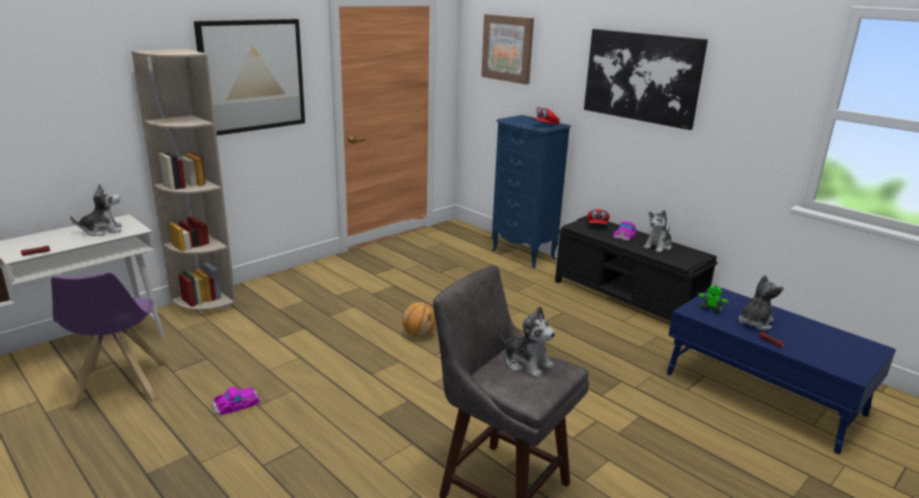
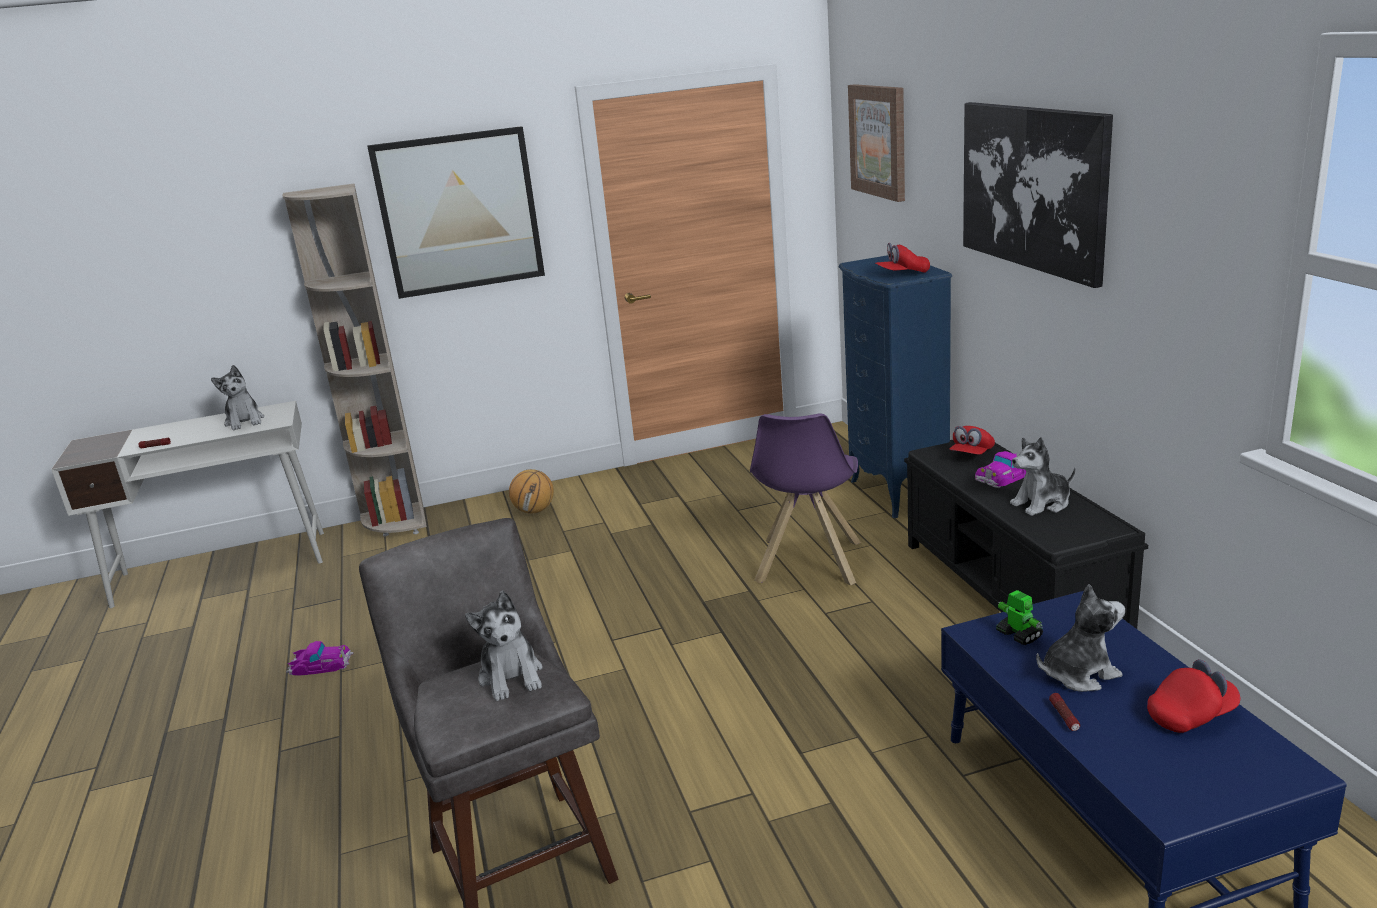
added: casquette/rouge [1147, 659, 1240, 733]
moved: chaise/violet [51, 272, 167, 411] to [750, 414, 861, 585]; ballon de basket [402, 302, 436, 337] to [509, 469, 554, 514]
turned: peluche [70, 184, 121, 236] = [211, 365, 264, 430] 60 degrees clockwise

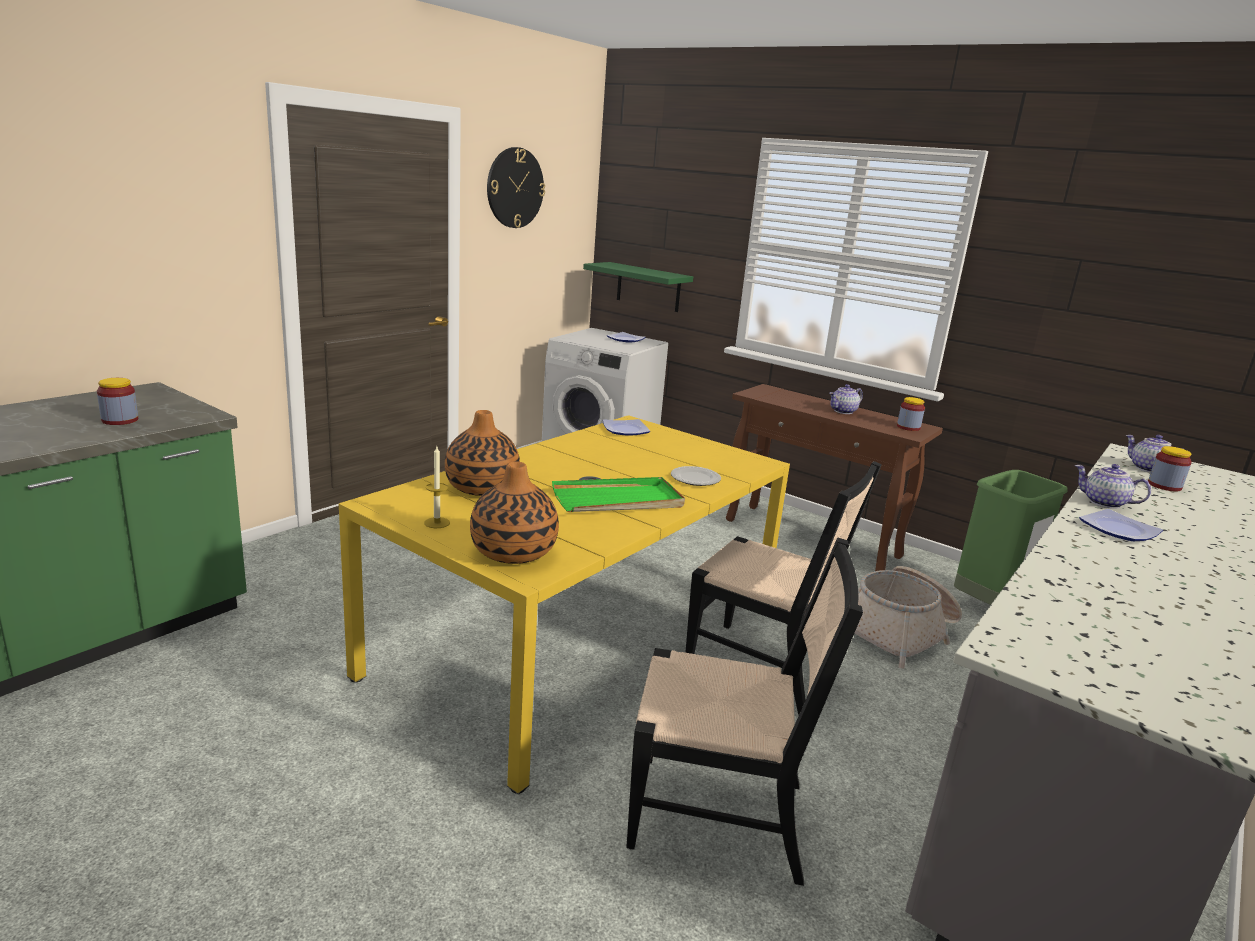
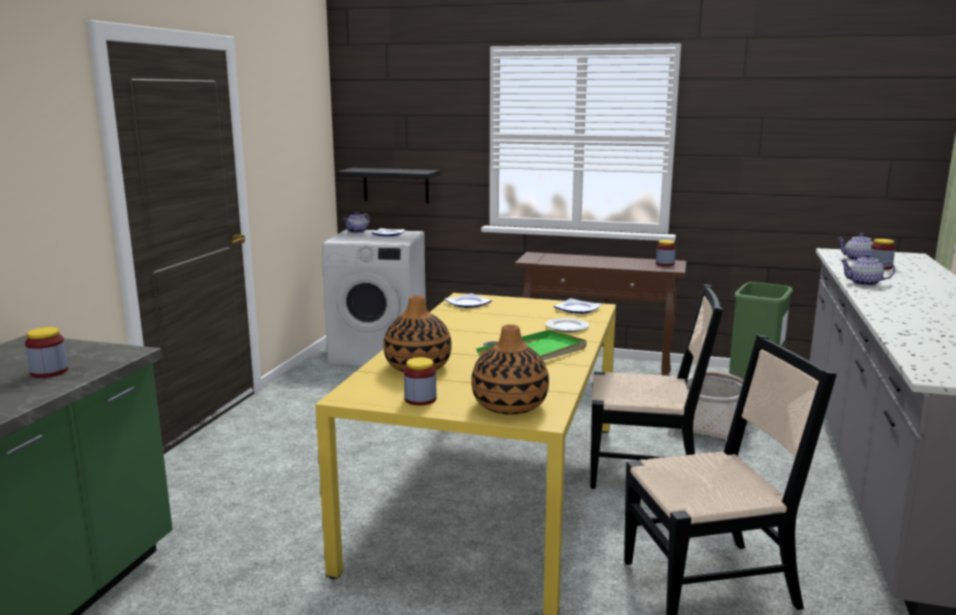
removed: horloge murale [487, 147, 545, 228]
moved: théière [829, 384, 863, 414] to [344, 211, 369, 233]; assiette [1079, 509, 1163, 541] to [554, 298, 602, 314]
replaced: bougie [424, 447, 450, 528] to bocal [404, 357, 436, 406]
recoloured: étagère/vert [583, 262, 693, 312] to étagère/noir [336, 168, 440, 204]

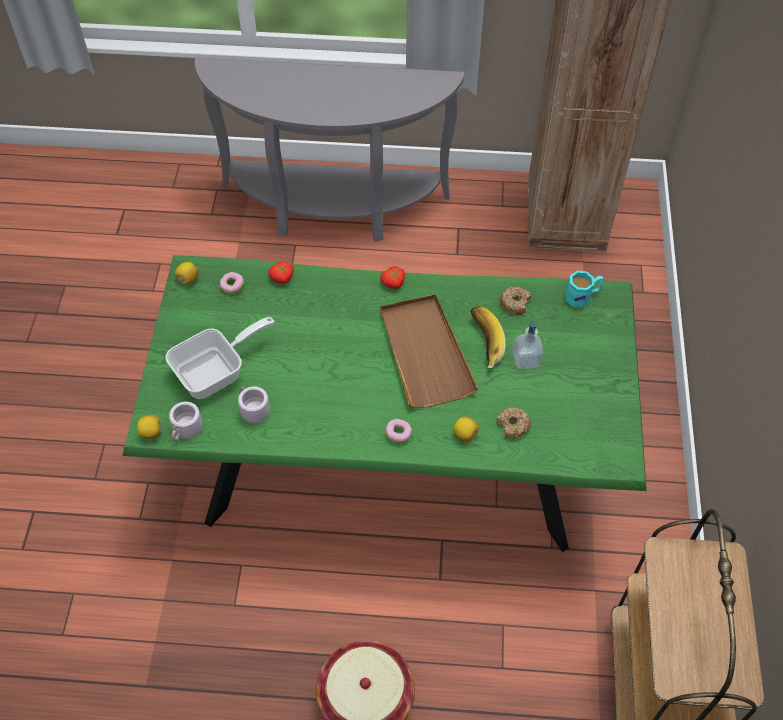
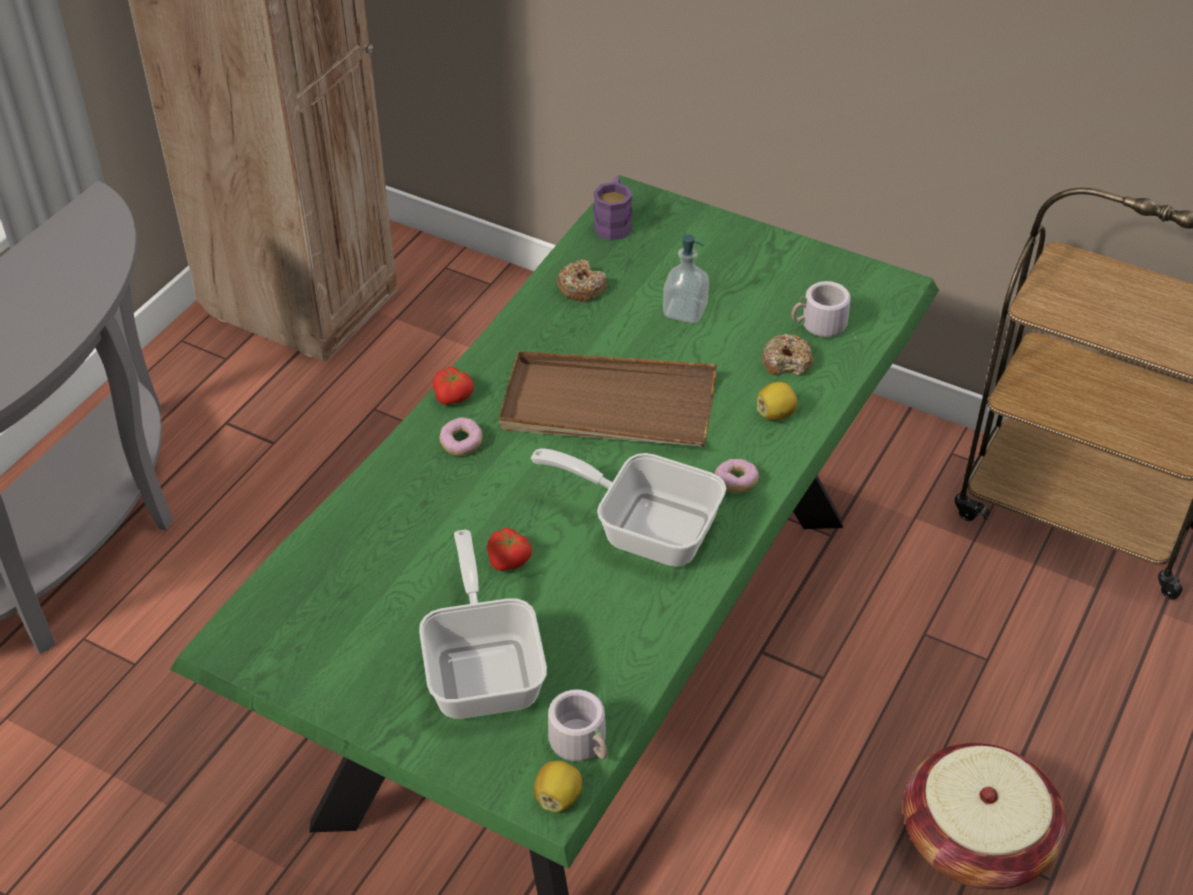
removed: citron [175, 262, 199, 285]; banane [471, 306, 506, 368]
added: poêle [531, 448, 726, 567]
moved: beignet [220, 272, 244, 294] to [439, 417, 483, 456]; mug/gris [238, 385, 270, 431] to [792, 281, 857, 340]; tomate [268, 261, 294, 284] to [487, 528, 532, 571]
recoloured: mug/turquoise [566, 271, 604, 308] to mug/violet [593, 177, 633, 241]

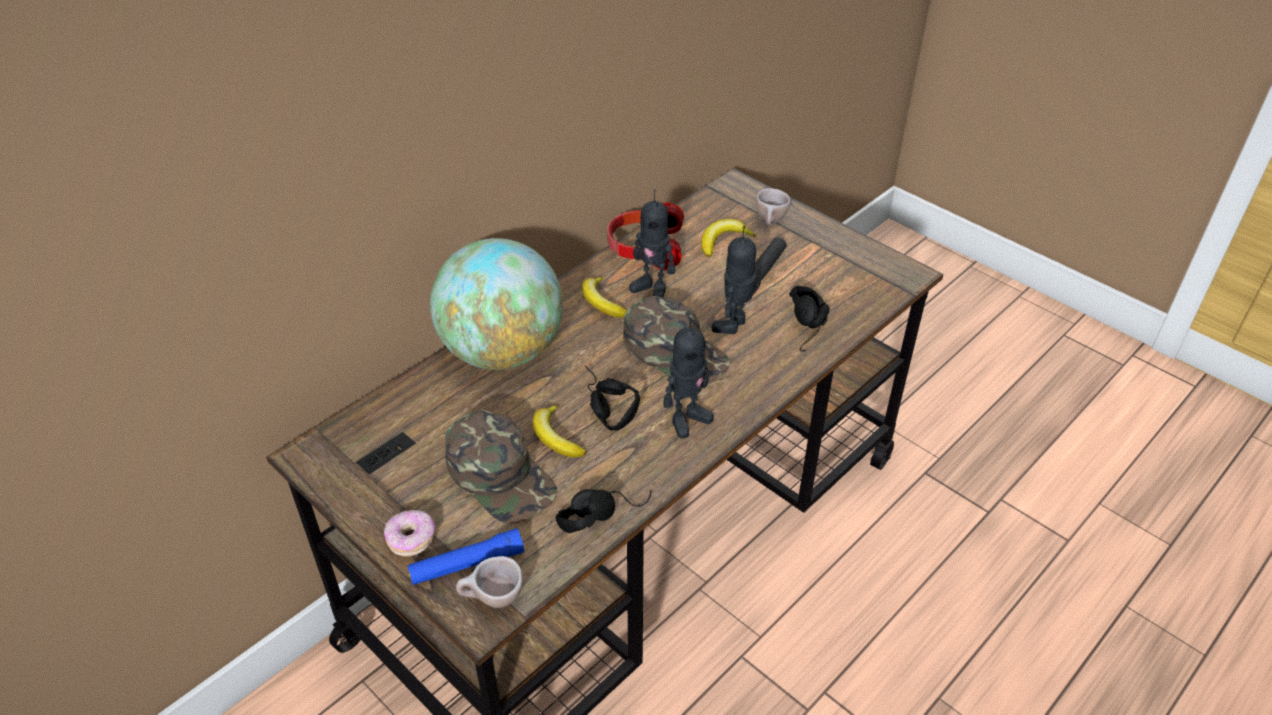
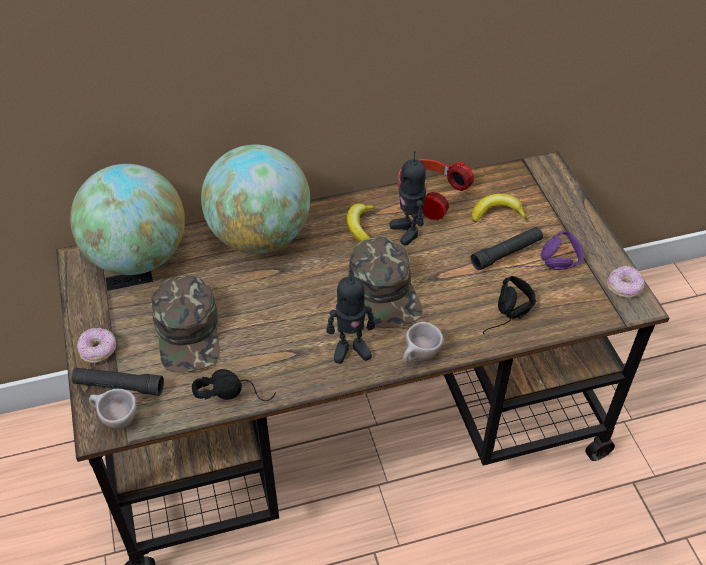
removed: banane [533, 405, 586, 457]; casque audio/noir [585, 366, 640, 431]; robot jouet [712, 226, 756, 334]
added: globe [70, 164, 185, 275]; casque audio/violet [513, 231, 584, 270]; beignet [607, 266, 645, 298]
moved: tasse/beige [756, 188, 791, 225] to [403, 322, 443, 363]
recoloured: lampe de poche/bleu [407, 528, 524, 585] to lampe de poche/noir [72, 368, 164, 396]

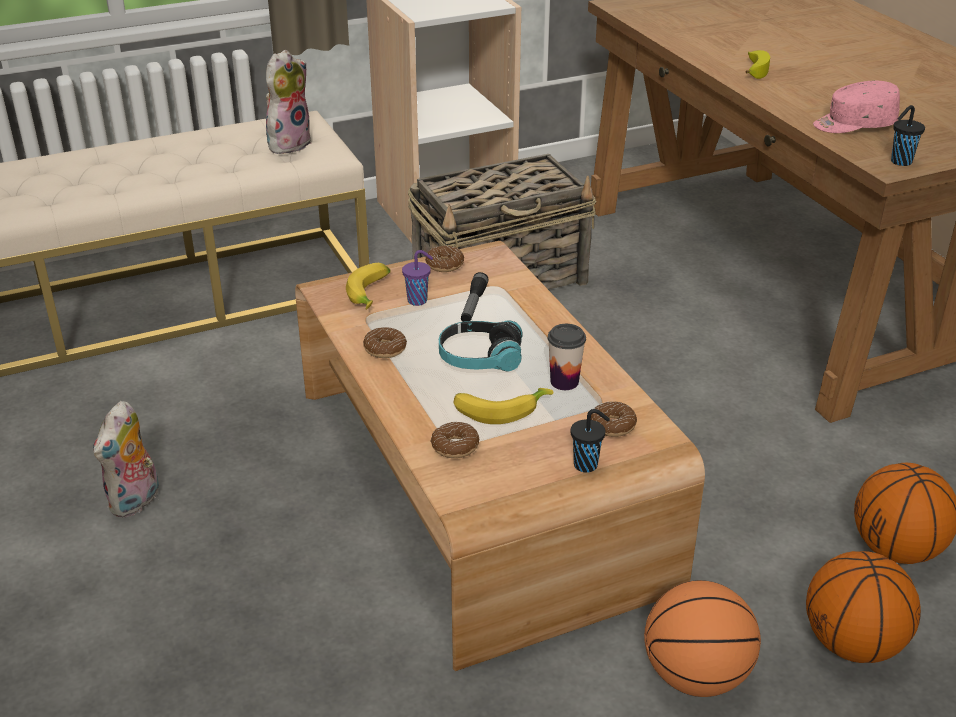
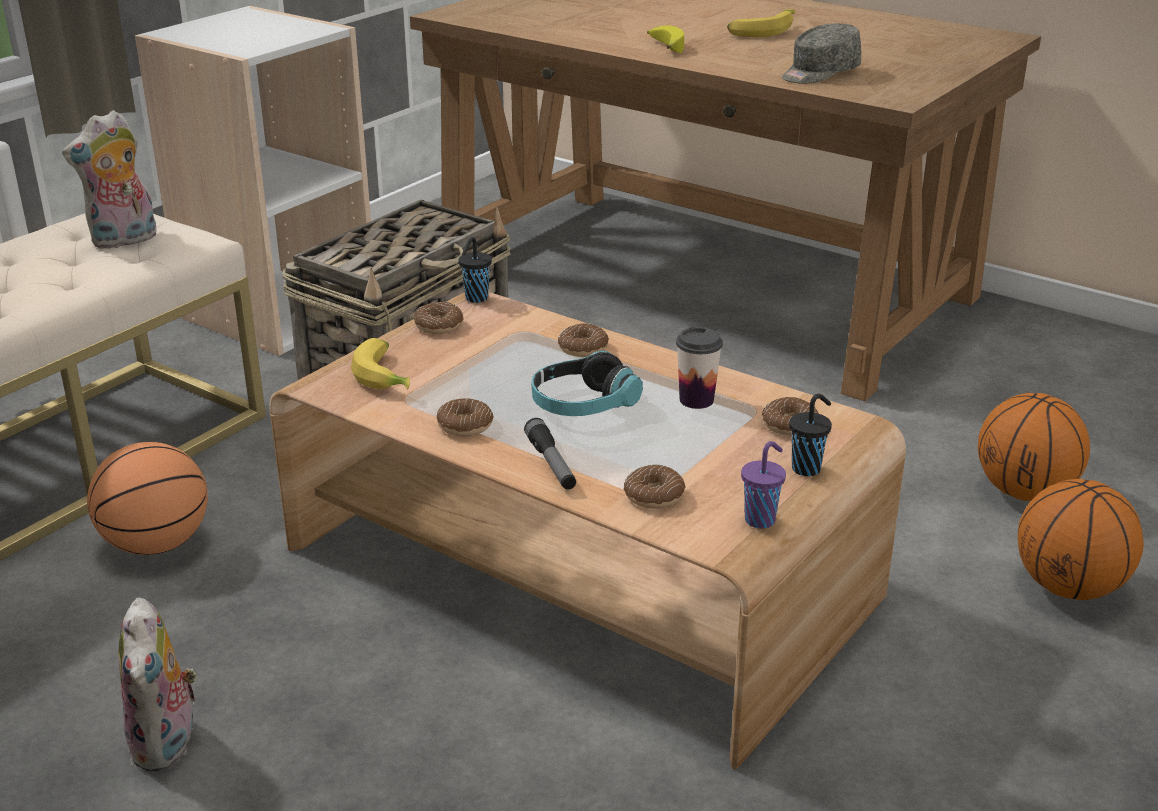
added: beignet [558, 323, 609, 357]
moved: tasse/violet [402, 250, 433, 306] to [741, 441, 786, 529]; banane [454, 388, 553, 424] to [727, 9, 795, 37]; lampe de poche [461, 272, 489, 322] to [524, 418, 576, 490]; ballon de basket [644, 580, 761, 697] to [87, 442, 208, 555]; tasse/noir [891, 105, 925, 166] to [459, 237, 492, 303]
recoloured: casquette/rose [813, 80, 900, 133] to casquette/gris [782, 23, 861, 84]
turned: peluche [266, 50, 312, 154] = [62, 110, 157, 250] 135 degrees counterclockwise

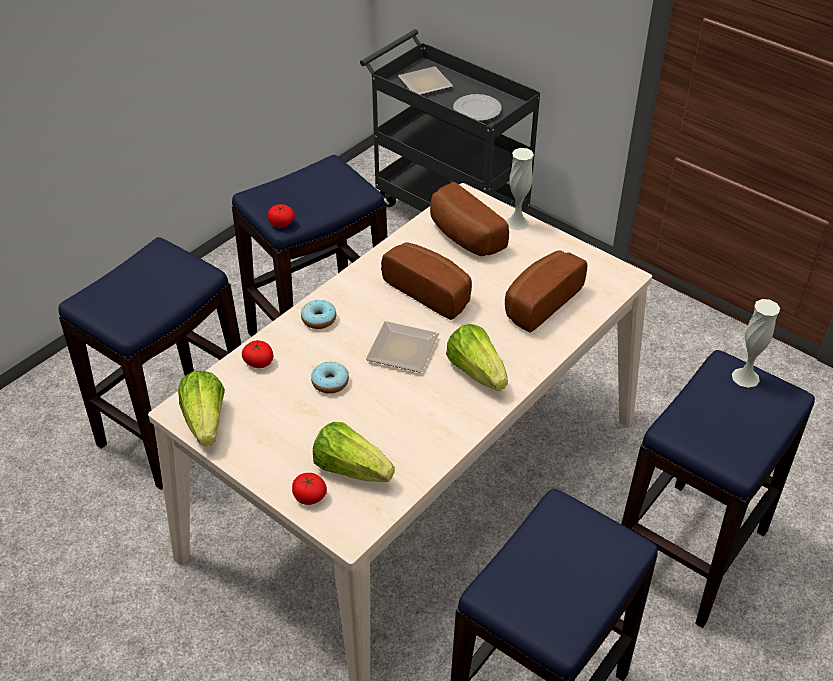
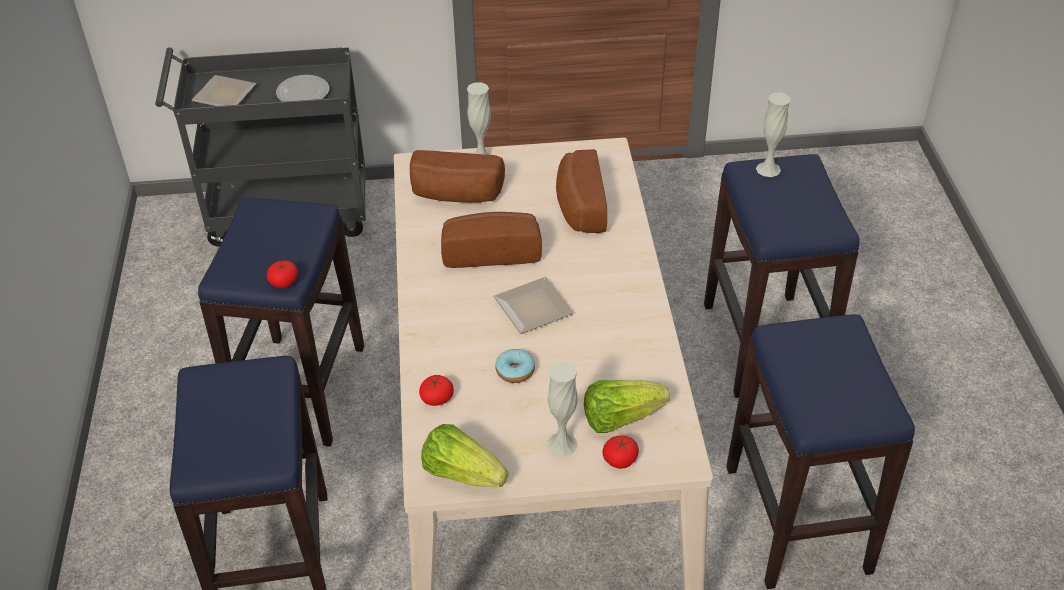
removed: beignet [301, 300, 336, 329]; laitue [446, 324, 508, 391]
added: vase/blanc [547, 362, 578, 457]

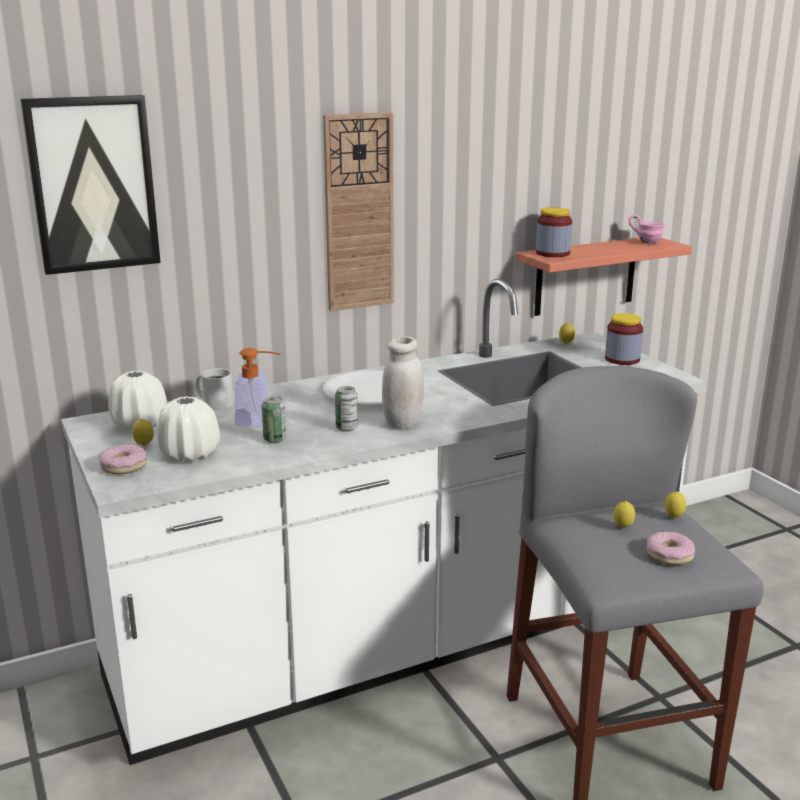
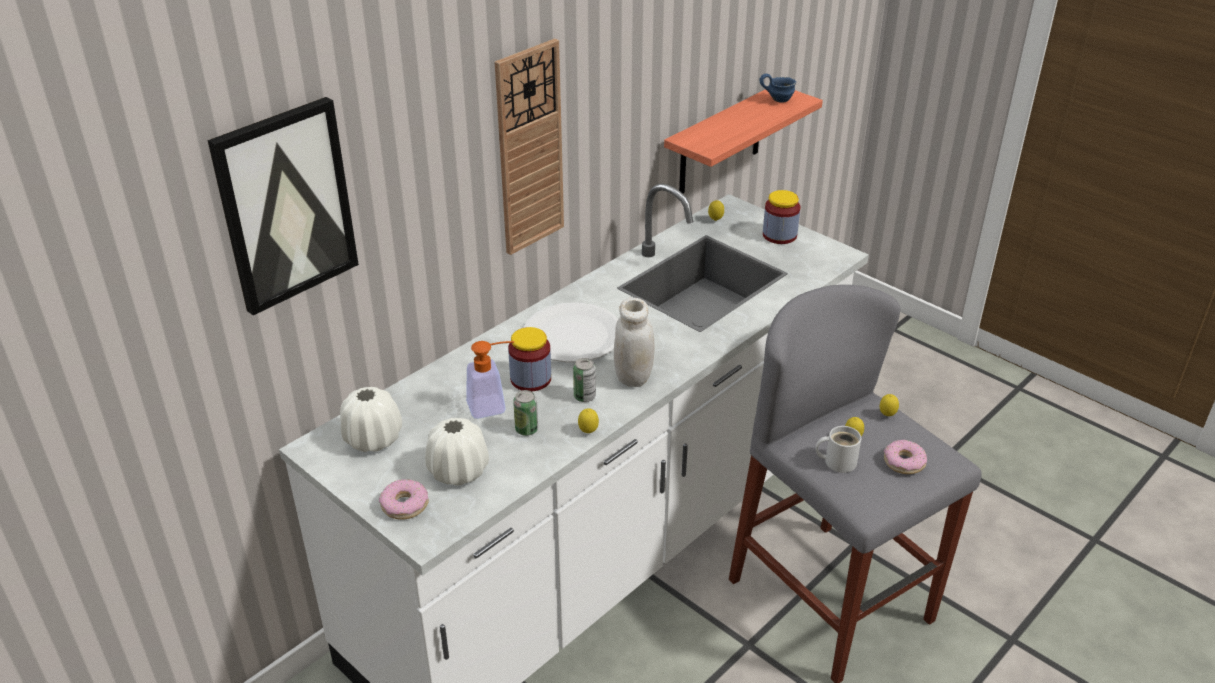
moved: citron [132, 419, 154, 446] to [578, 408, 599, 433]; mug/blanc [195, 369, 233, 410] to [816, 426, 861, 473]; bocal [536, 207, 572, 257] to [508, 327, 551, 391]
recoloured: mug/rose [629, 215, 665, 244] to mug/bleu [760, 74, 796, 103]

